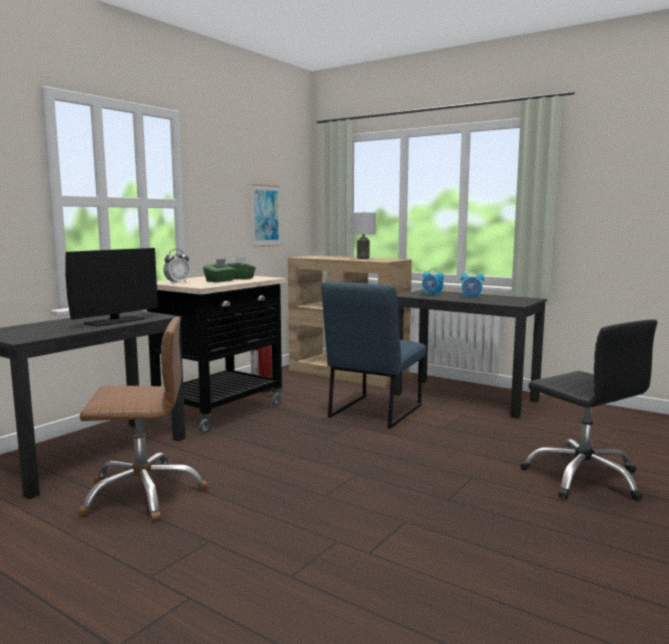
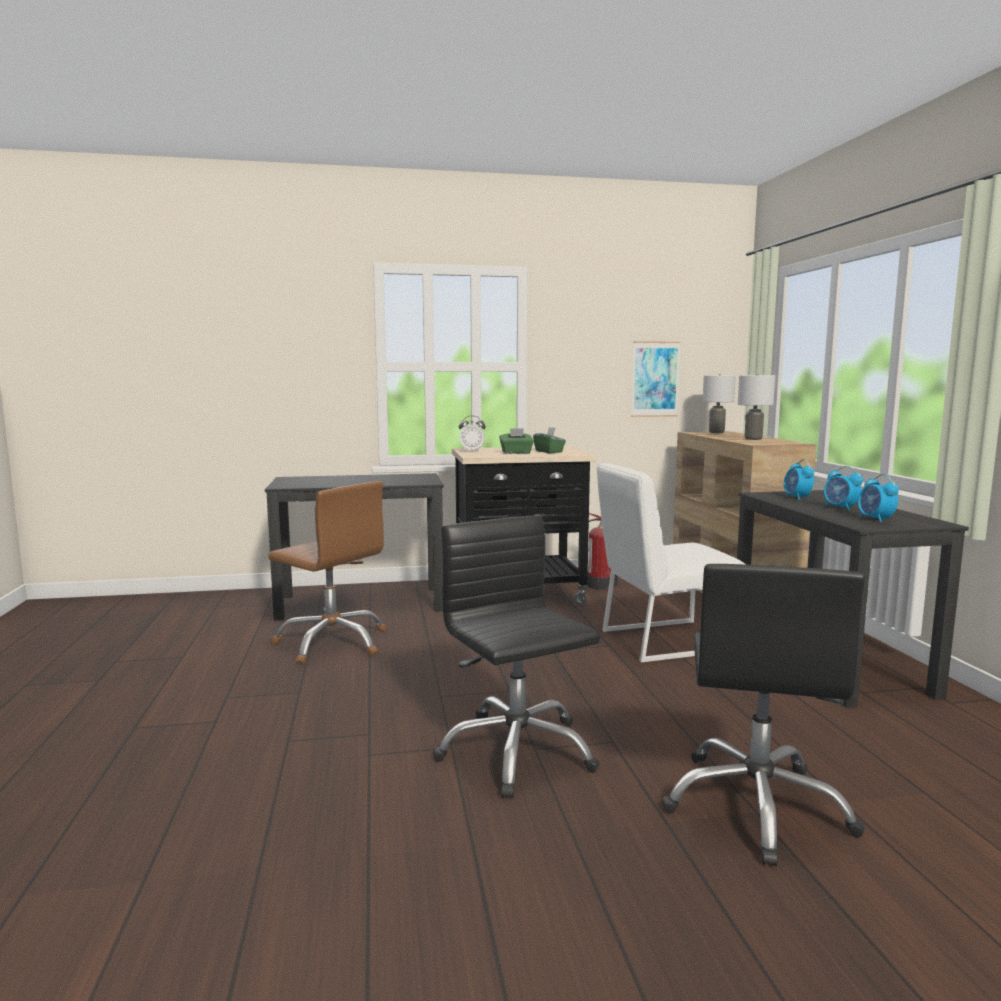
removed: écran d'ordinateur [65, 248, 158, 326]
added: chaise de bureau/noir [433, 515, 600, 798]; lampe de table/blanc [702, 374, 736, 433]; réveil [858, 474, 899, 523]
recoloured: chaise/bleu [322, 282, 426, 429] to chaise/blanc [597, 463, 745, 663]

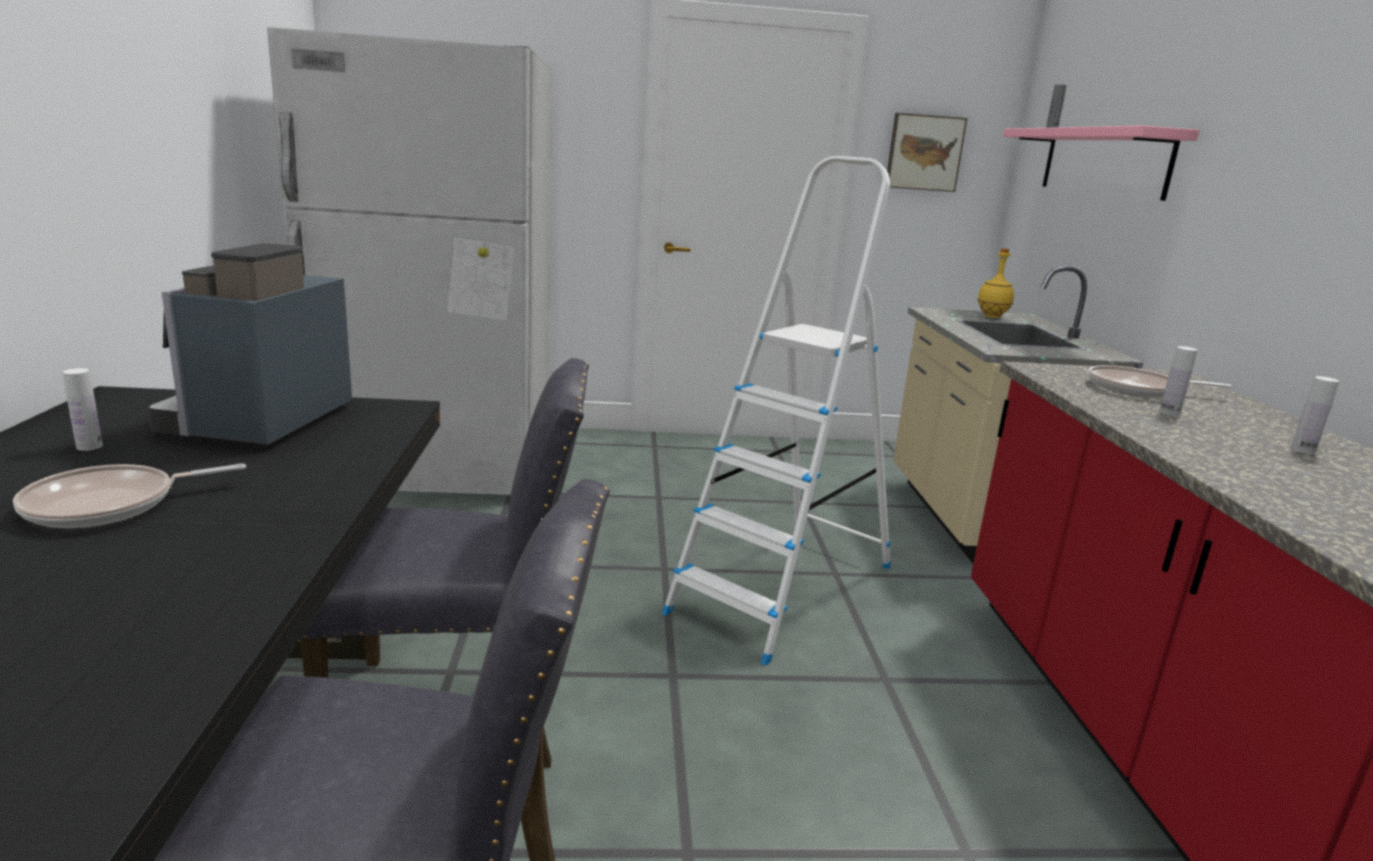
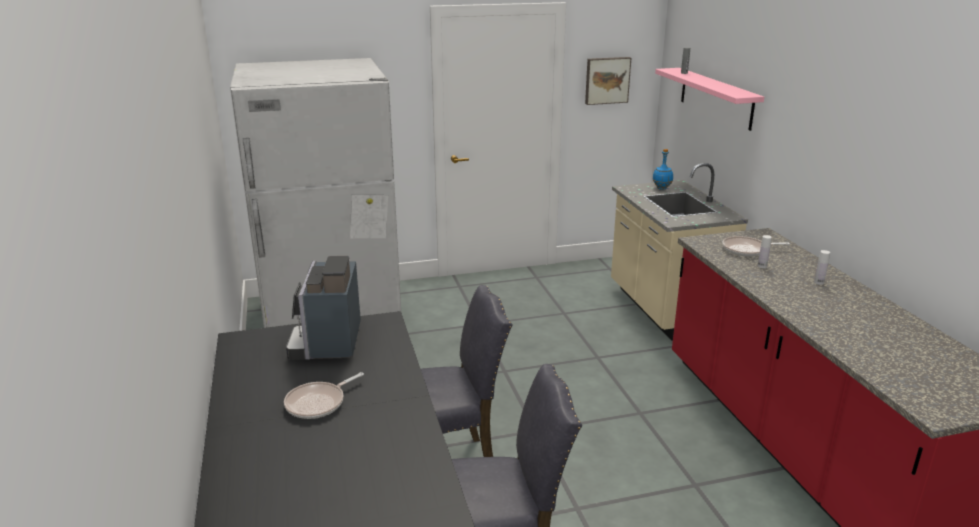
removed: bouteille/blanc [63, 368, 103, 451]; escabeau/blanc [662, 156, 891, 665]
recoloured: bouteille/jaune [977, 248, 1014, 318] to bouteille/bleu [652, 149, 673, 190]

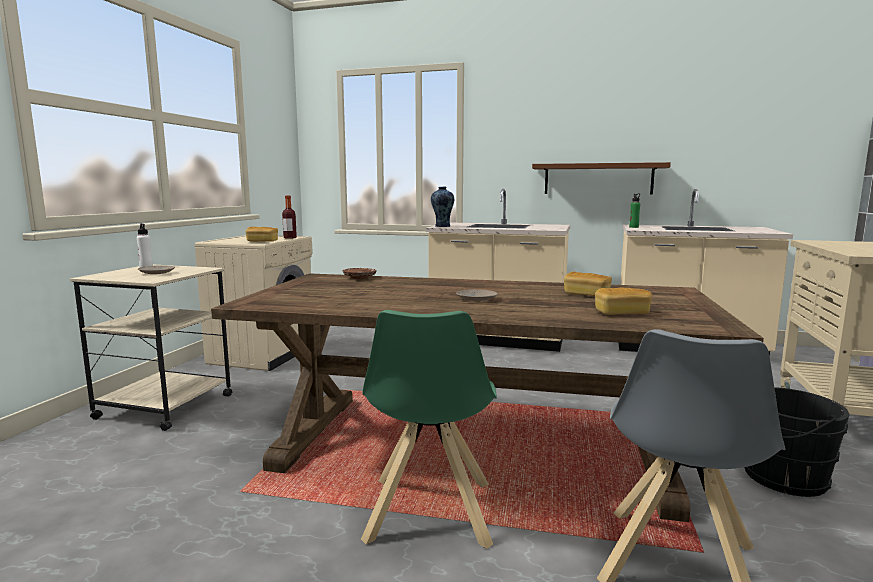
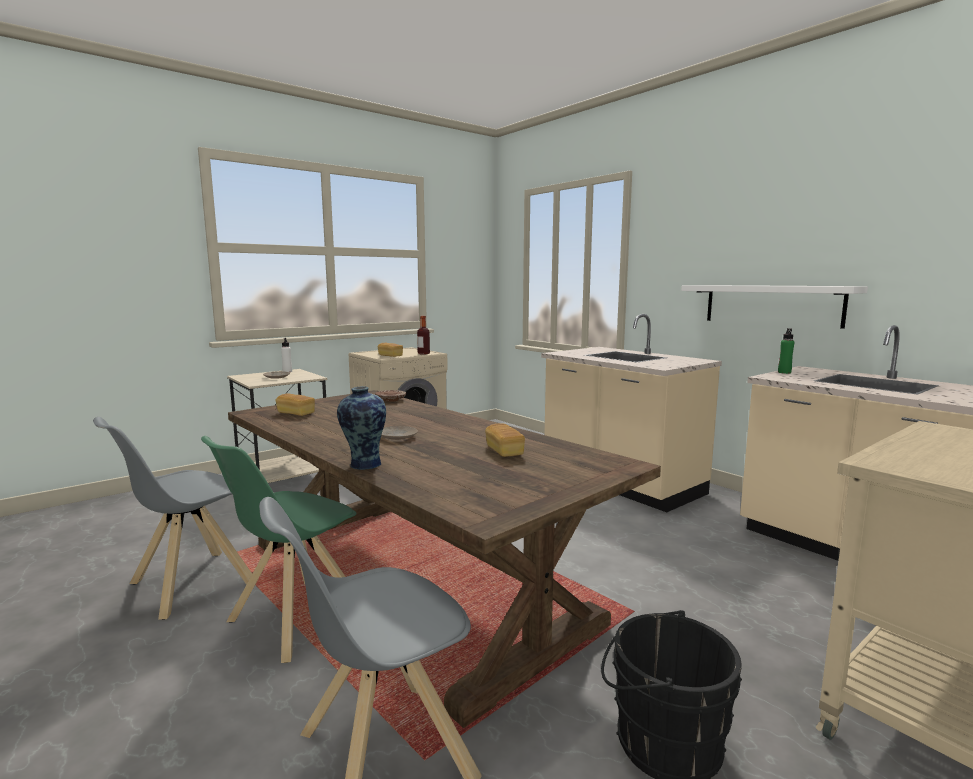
added: chaise/gris [93, 417, 252, 620]
moved: vase [431, 187, 454, 227] to [337, 386, 386, 470]; pain [595, 287, 652, 315] to [275, 393, 315, 416]
recoloured: étagère/marron [532, 162, 671, 194] to étagère/blanc [681, 285, 868, 329]

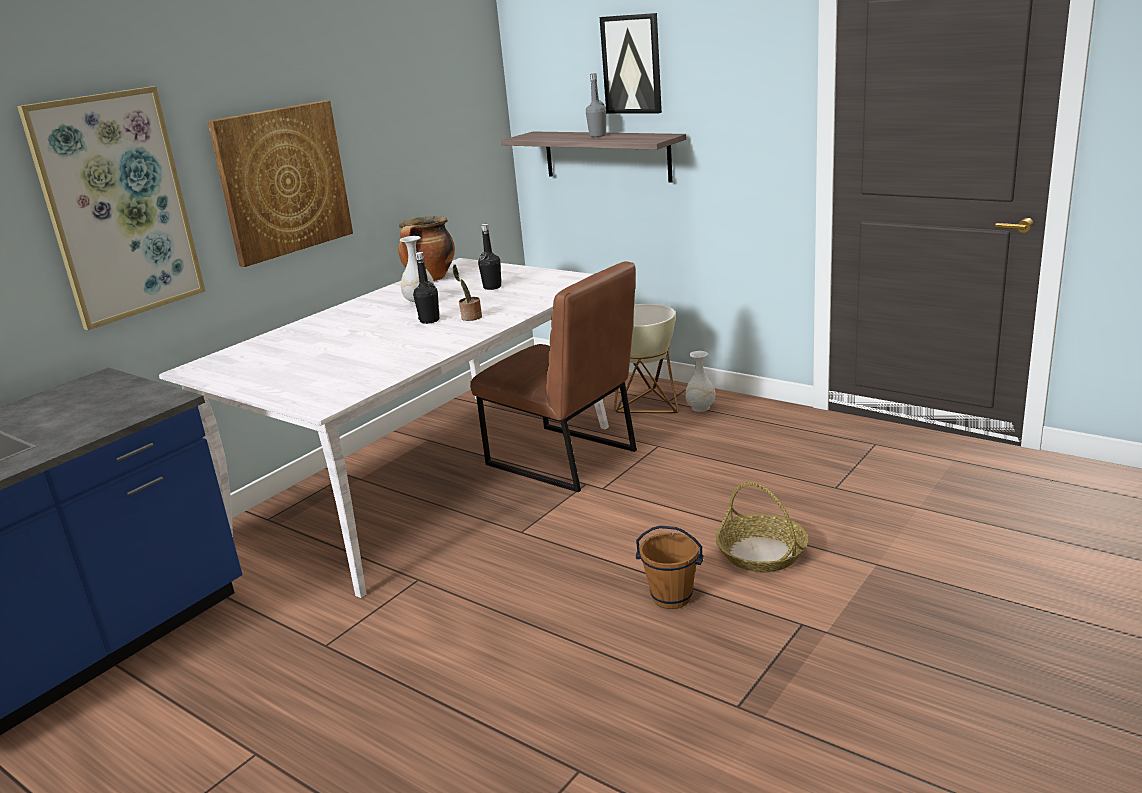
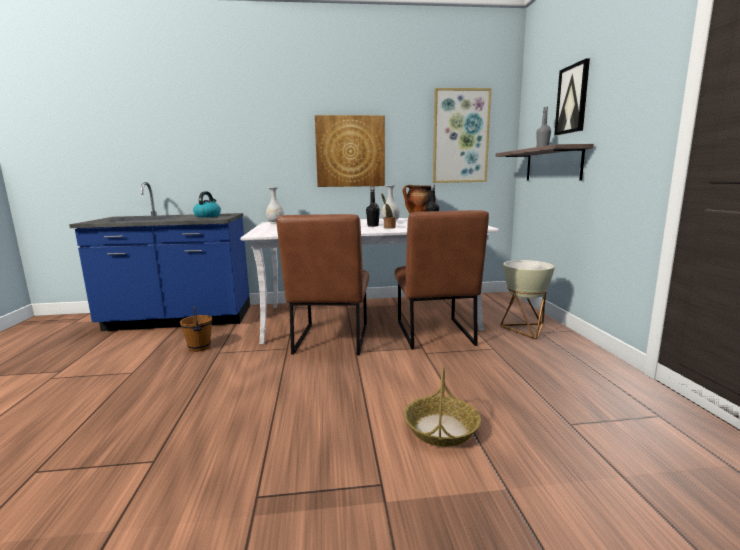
added: bouilloire [193, 191, 221, 217]; chaise/marron [276, 214, 369, 356]
moved: tableau [17, 86, 205, 330] to [433, 88, 491, 183]; seau/marron [636, 525, 703, 609] to [180, 306, 212, 352]; vase/blanc [685, 351, 715, 412] to [266, 187, 284, 224]

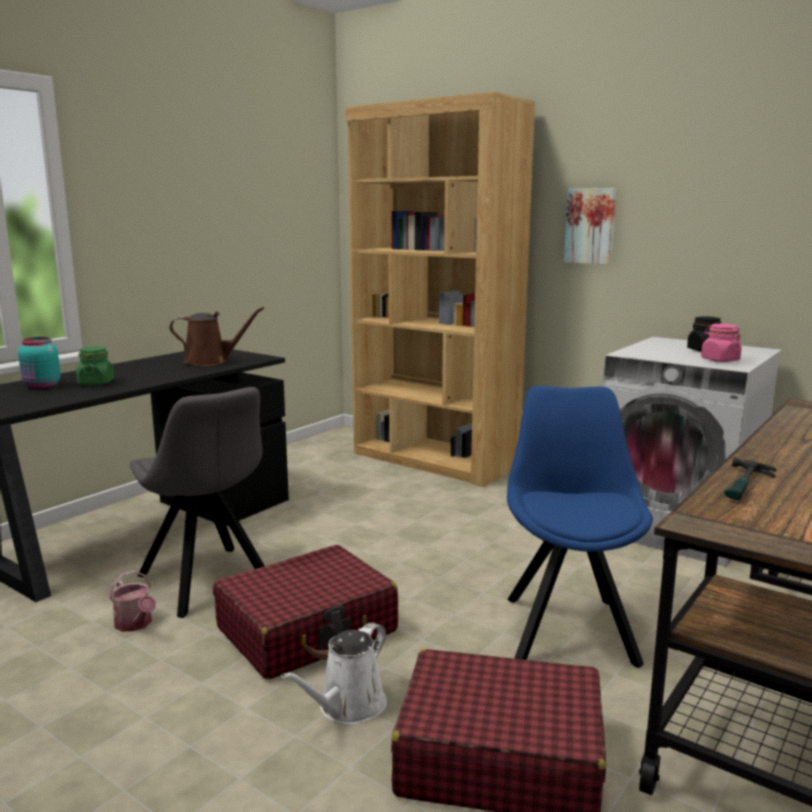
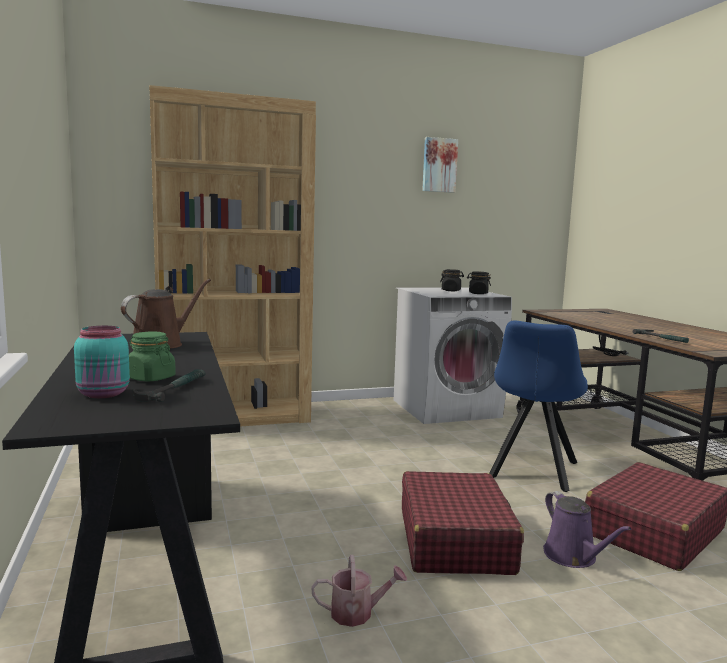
removed: chaise/gris [130, 387, 265, 618]
added: marteau [132, 369, 206, 402]
moved: tableau [564, 188, 617, 265] to [422, 137, 458, 193]
recoloured: arrosoir/blanc [281, 623, 387, 725] to arrosoir/violet [543, 491, 632, 568]; bocal/rose [701, 324, 741, 362] to bocal/noir [467, 271, 491, 294]
turned: chaise/bleu [507, 386, 653, 668] = [489, 321, 588, 492] 105 degrees counterclockwise

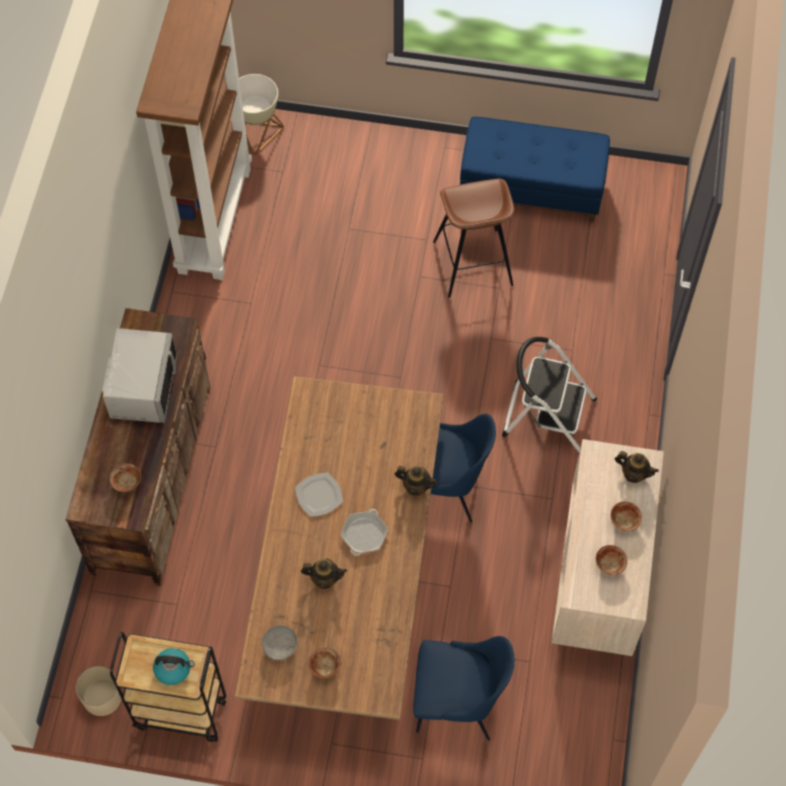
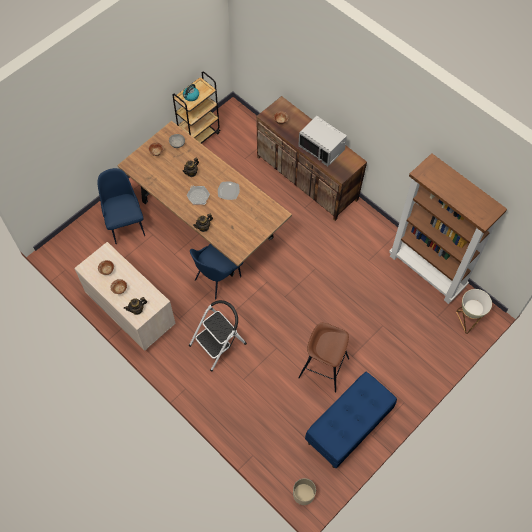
moved: cache-pot/beige [76, 666, 121, 716] to [293, 478, 316, 505]
turned: chaise/bleu [413, 636, 515, 741] = [97, 168, 145, 244] 120 degrees clockwise

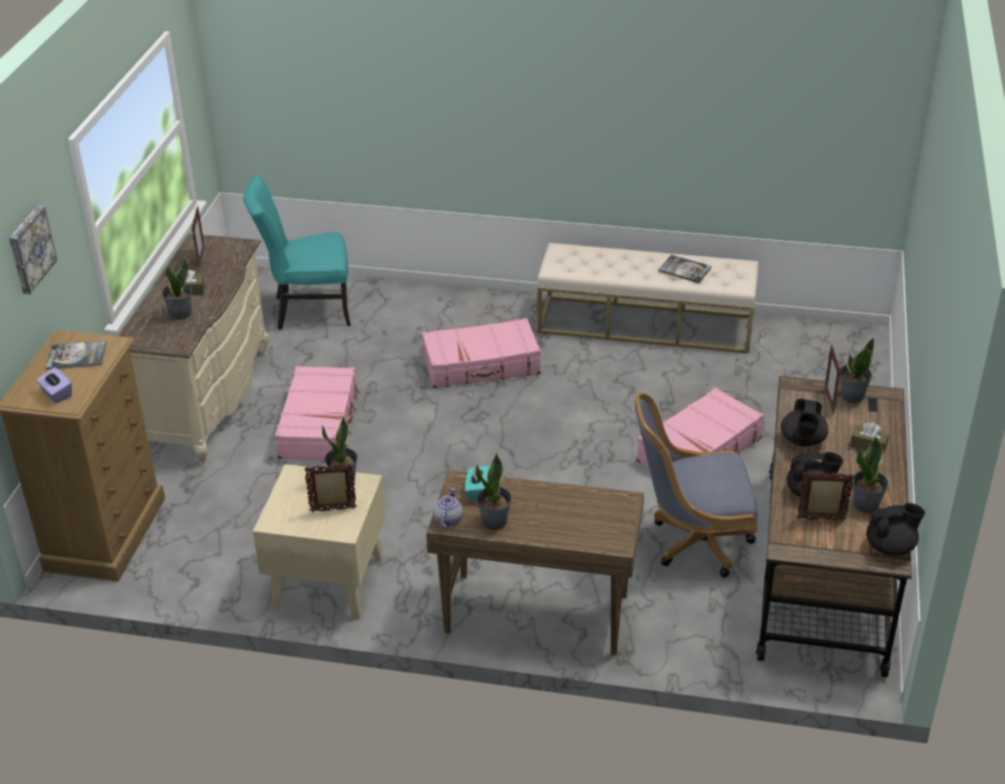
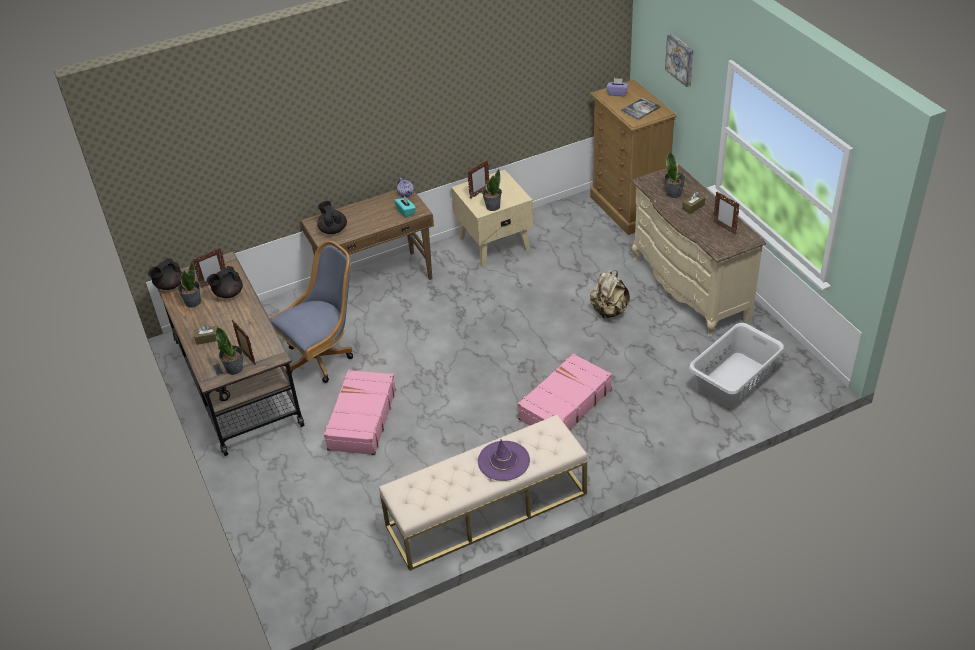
removed: plante en pot [476, 453, 512, 530]; livre [658, 255, 712, 283]
added: chapeau/violet [478, 440, 530, 481]
moved: théière/noir [781, 398, 828, 446] to [317, 201, 347, 234]
replaced: chaise/turquoise [243, 175, 351, 330] to panier à linge/gris [689, 323, 785, 408]; valise/rose [275, 366, 361, 460] to sac à dos/beige [590, 270, 630, 319]

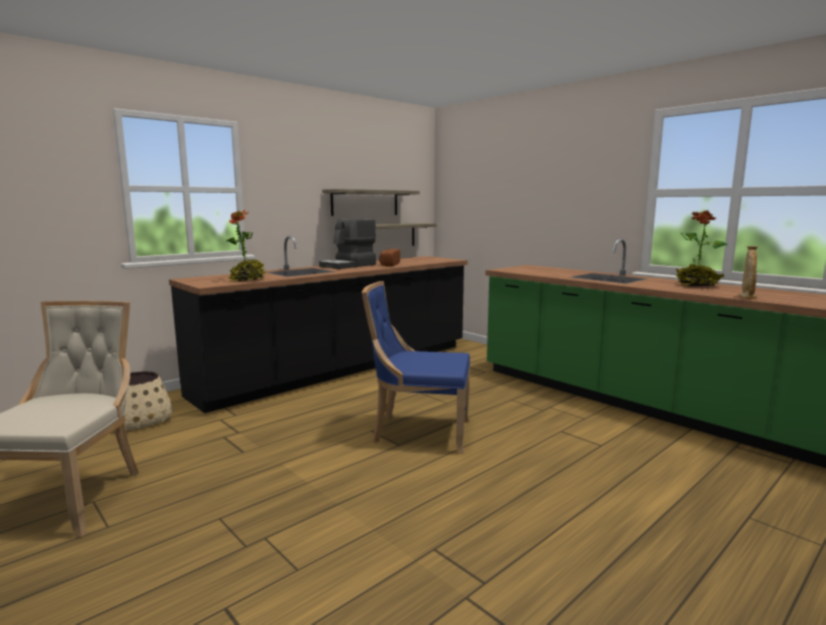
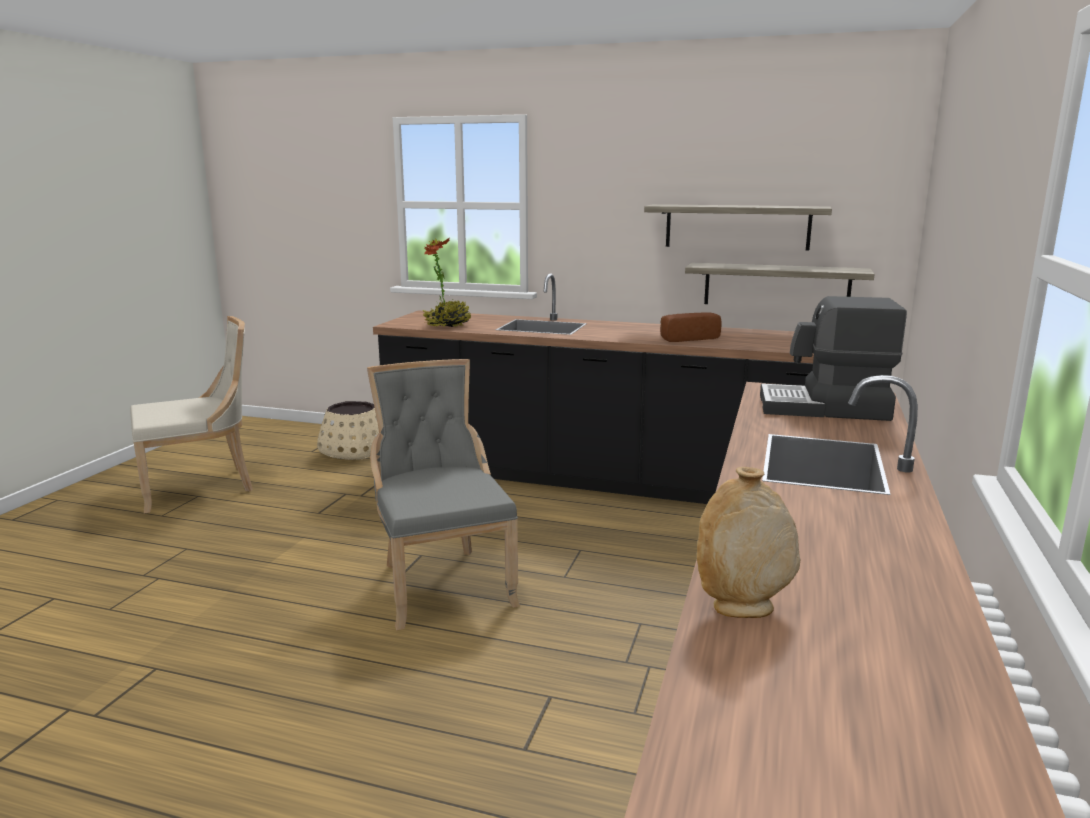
removed: plante en pot [676, 210, 728, 286]
moved: machine à café [319, 219, 376, 269] to [760, 296, 907, 421]
recoloured: chaise/bleu [362, 281, 470, 454] to chaise/gris [367, 359, 520, 630]

